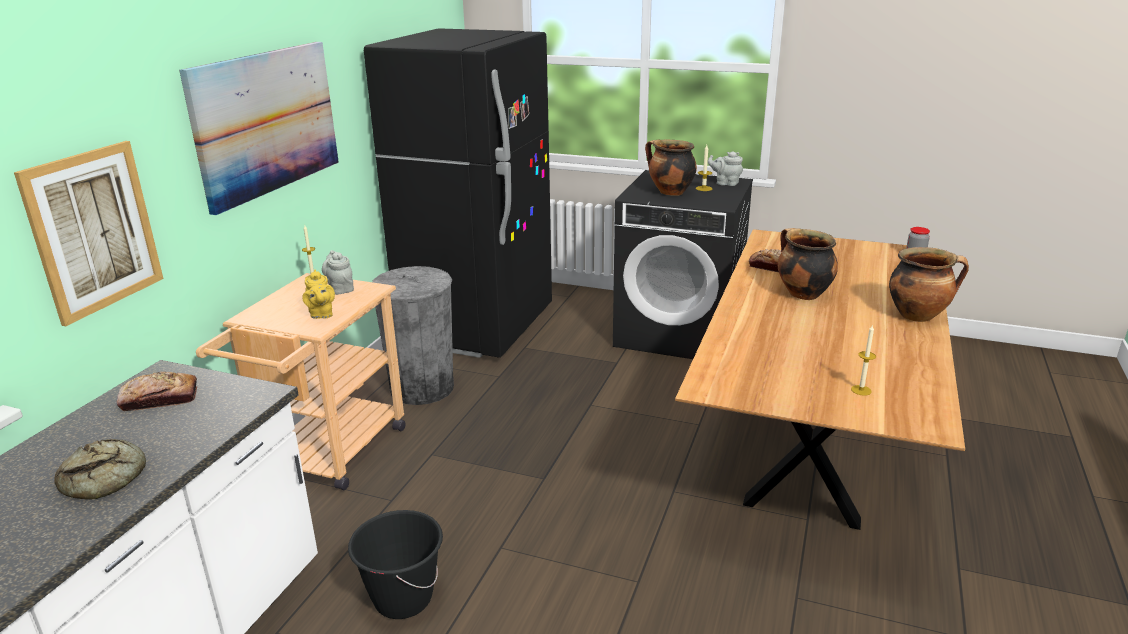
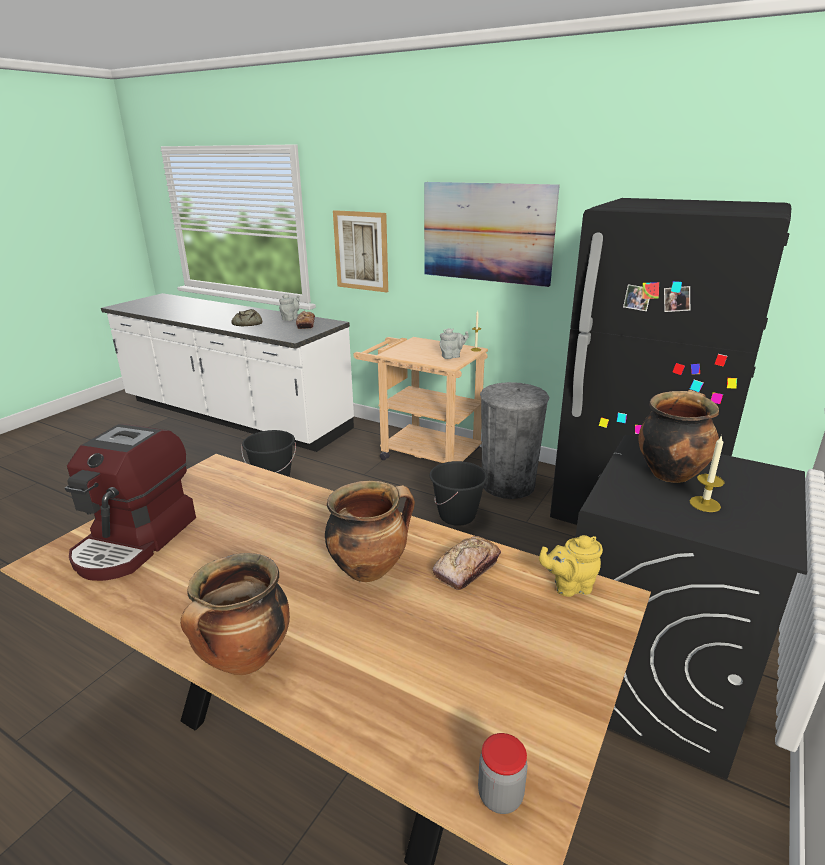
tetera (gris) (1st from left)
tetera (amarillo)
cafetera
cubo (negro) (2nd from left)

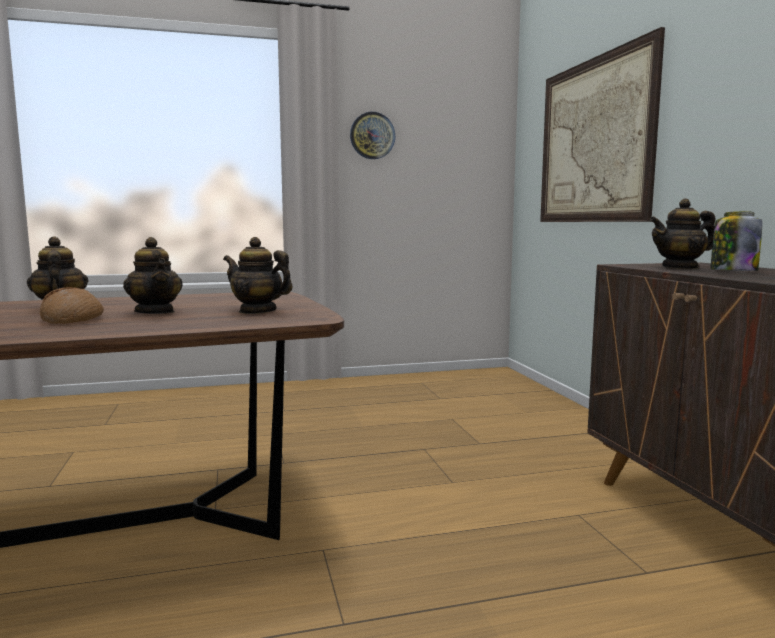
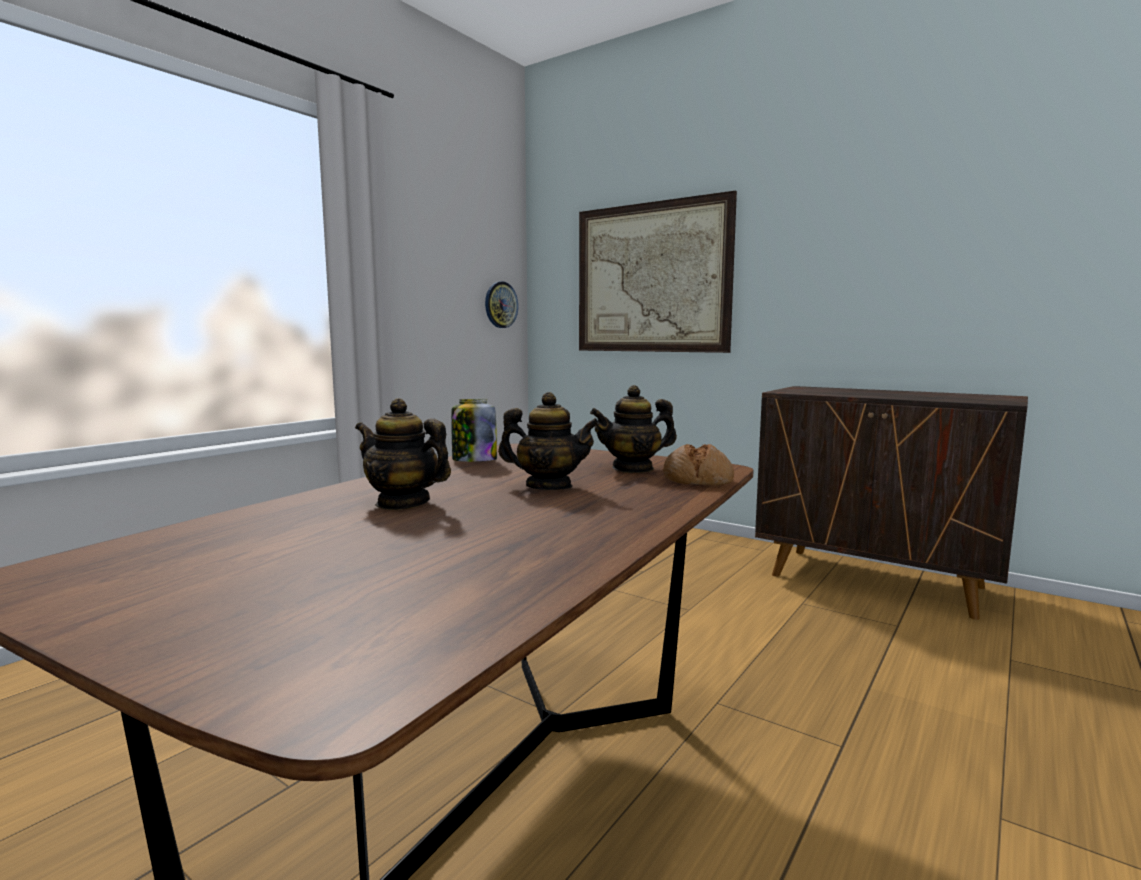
reloj de pared
tetera (4th from left in the first image)
tarro
pan

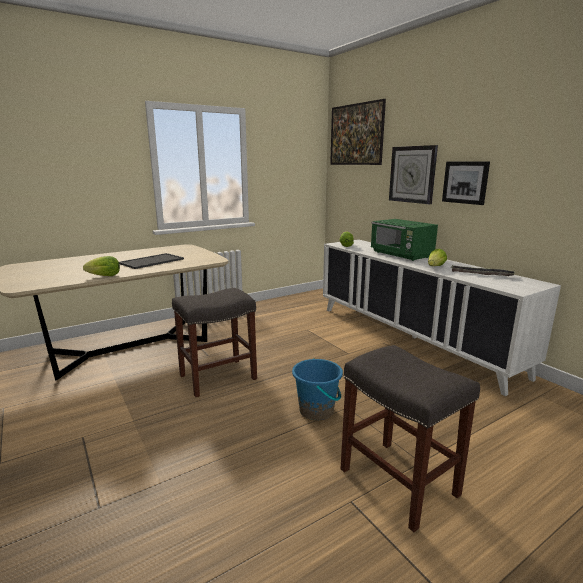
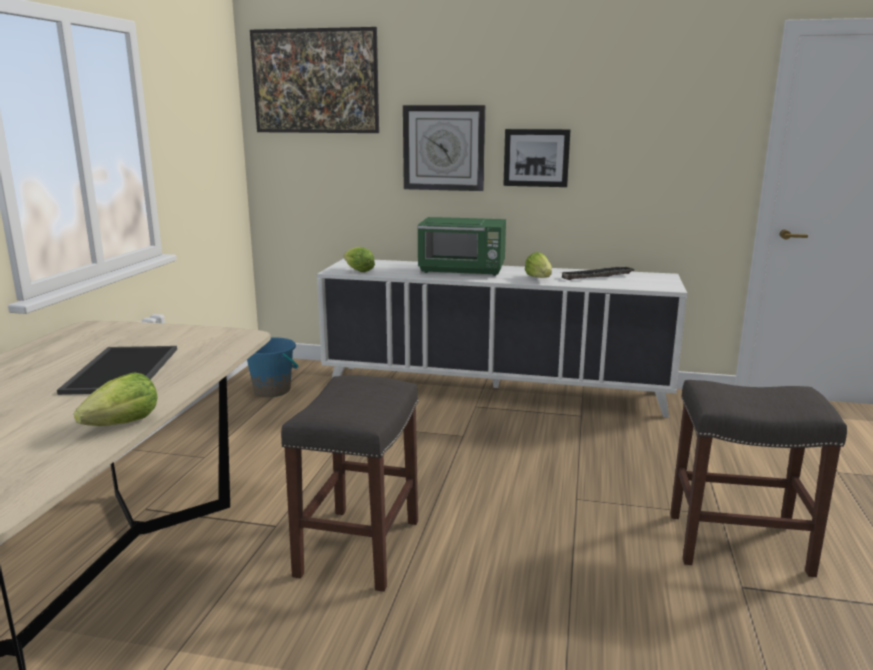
cubo (azul)

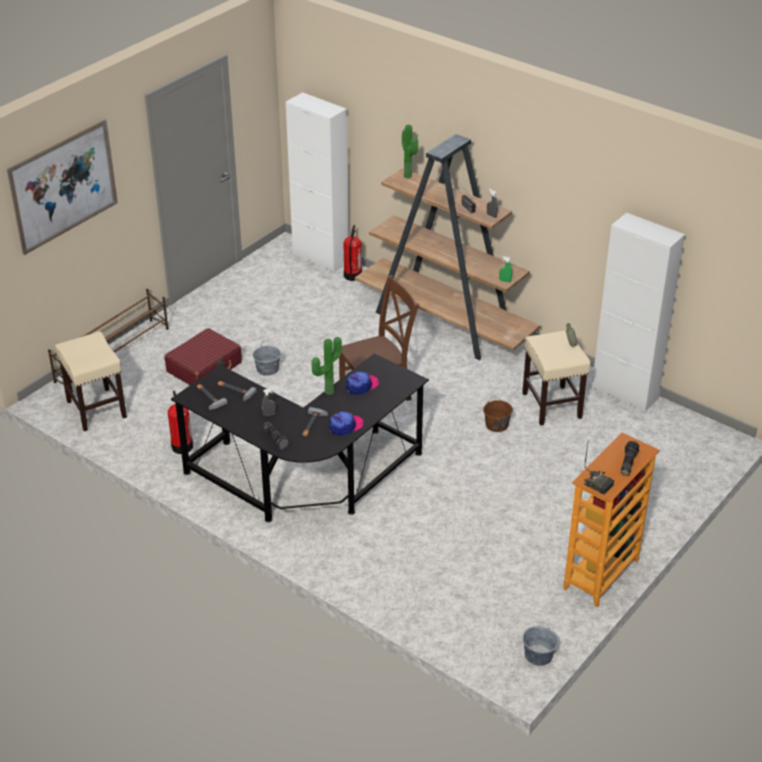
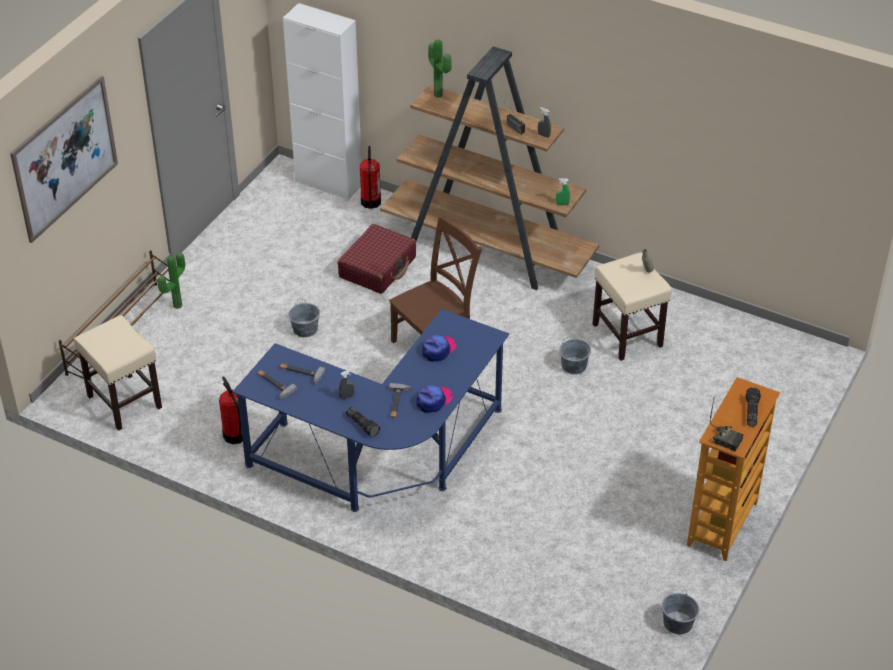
armario (blanco) (2nd from left in the first image)
maleta (rojo)
planta en maceta (1st from left)
escritorio (azul)
cubo (gris) (2nd from left)

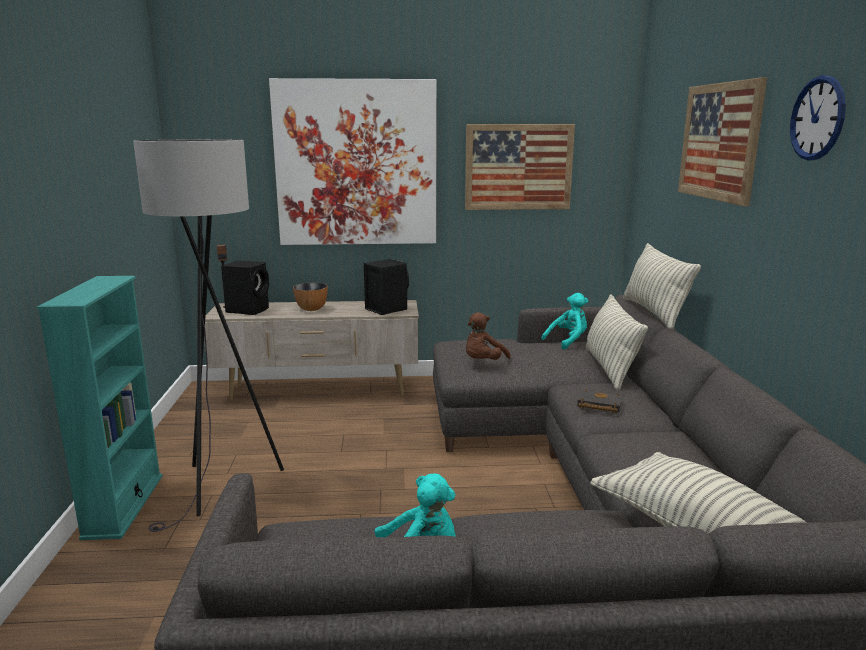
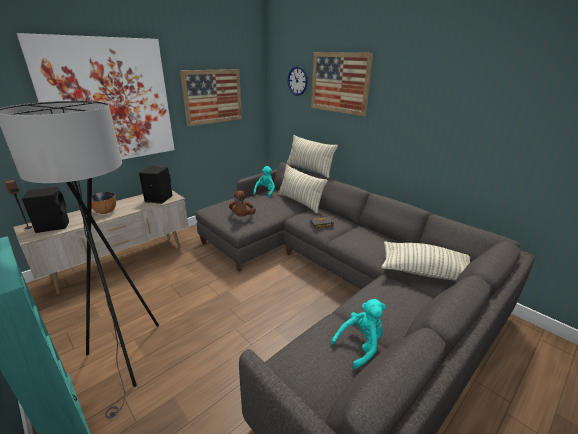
reloj de pared

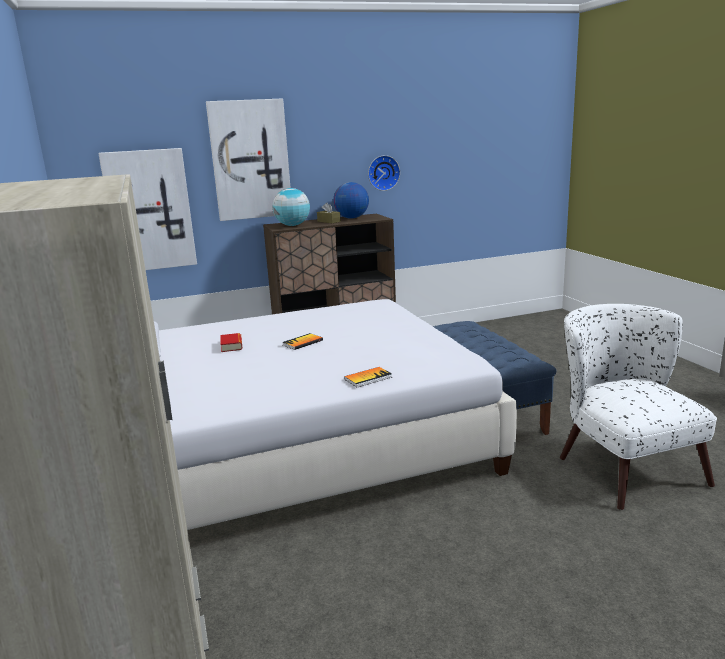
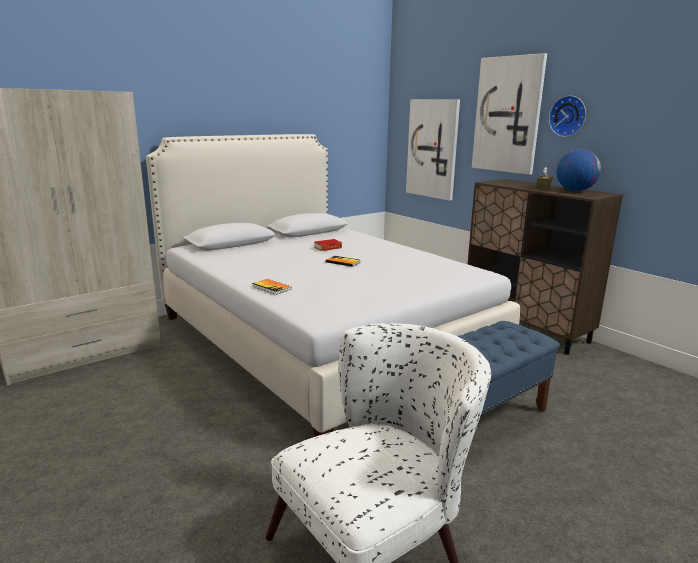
reloj de pared
globo terráqueo (1st from left in the first image)

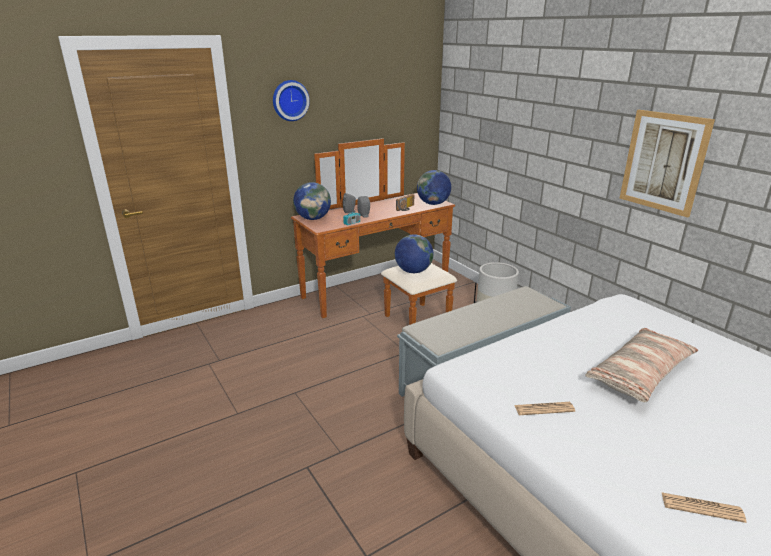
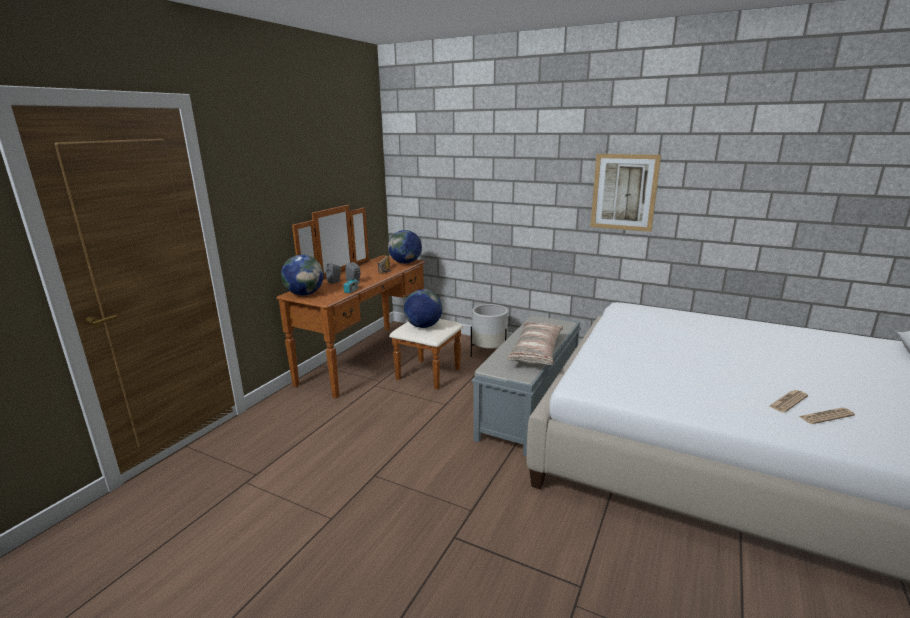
reloj de pared
cojín
periódico (1st from left)

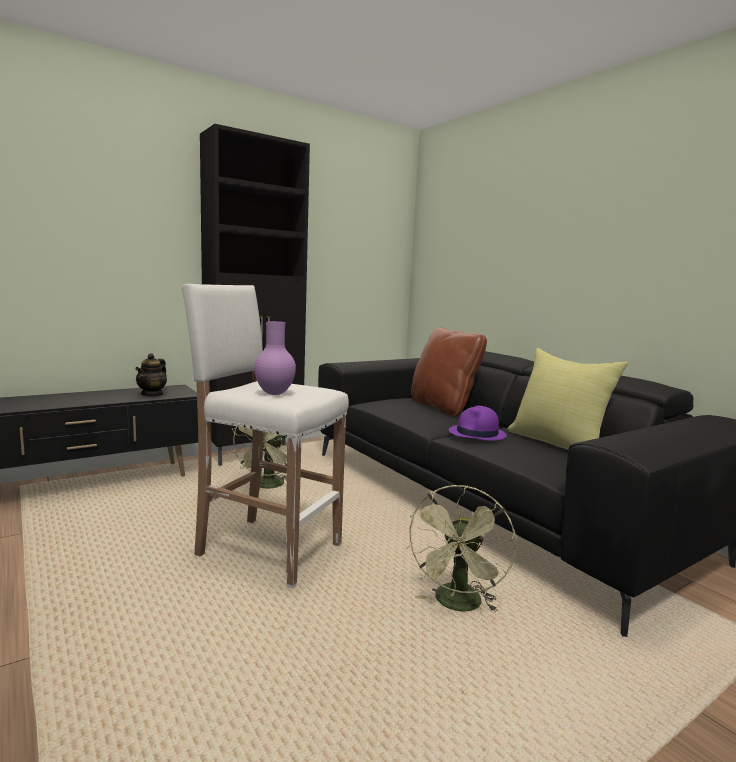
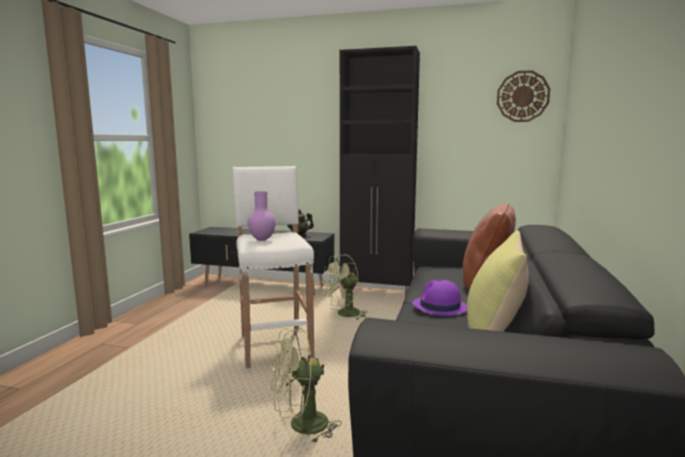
reloj de pared

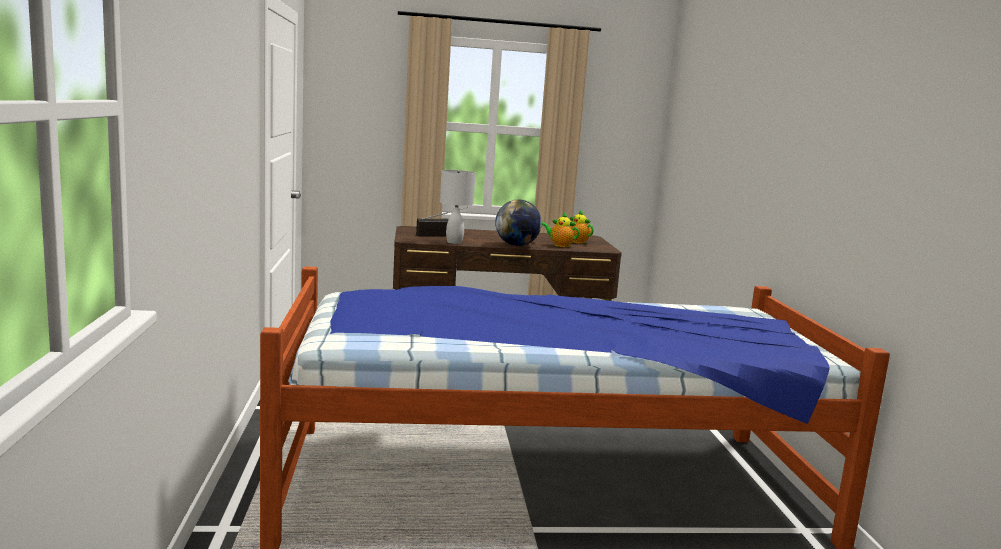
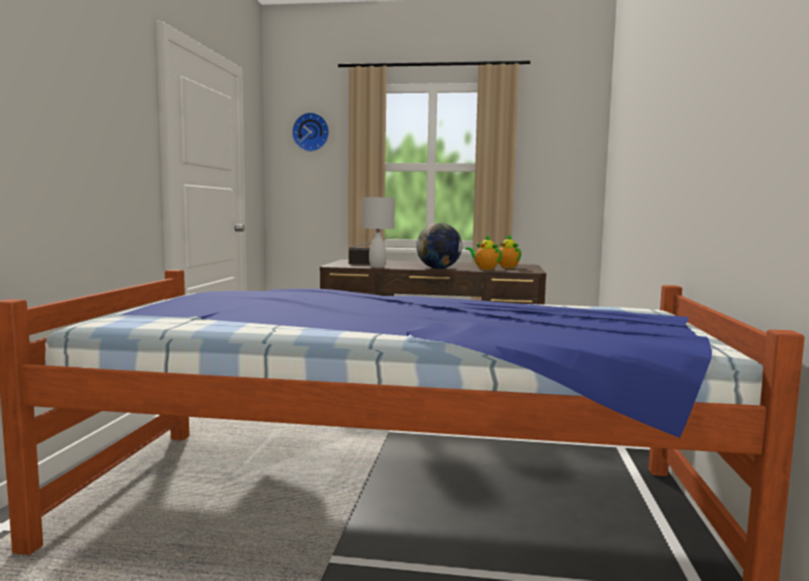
reloj de pared

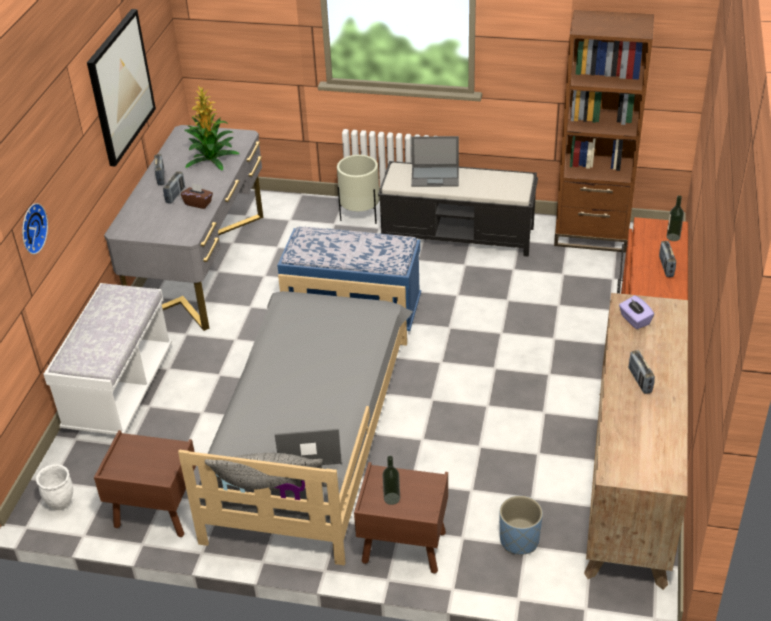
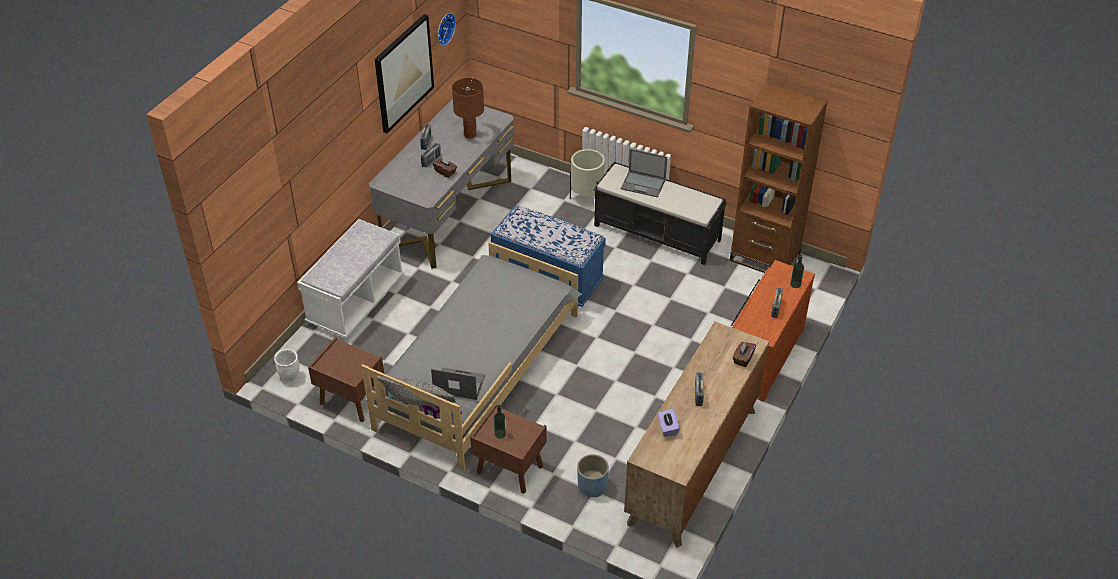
lámpara de mesa (marrón)
reloj de pared
caja de pañuelos (morado)
caja de pañuelos (marrón) (2nd from left)

